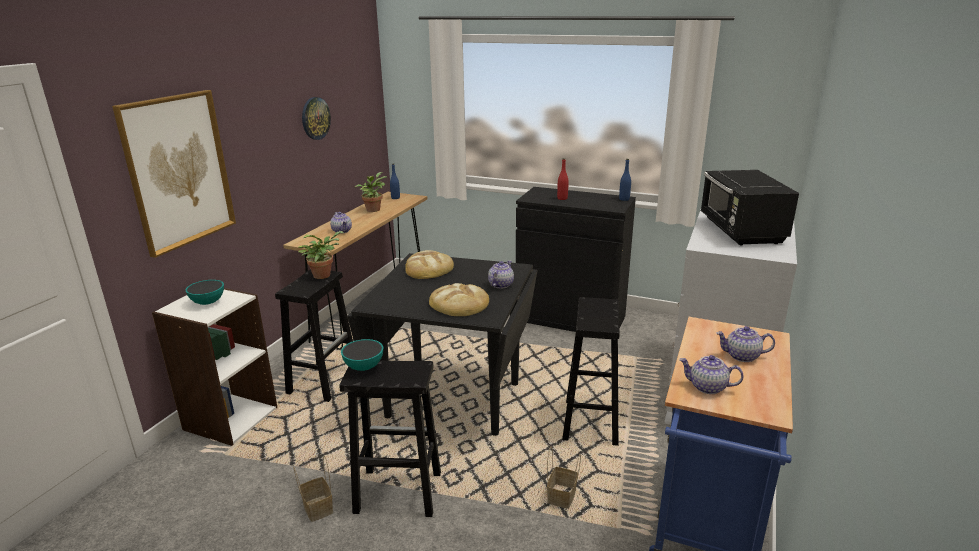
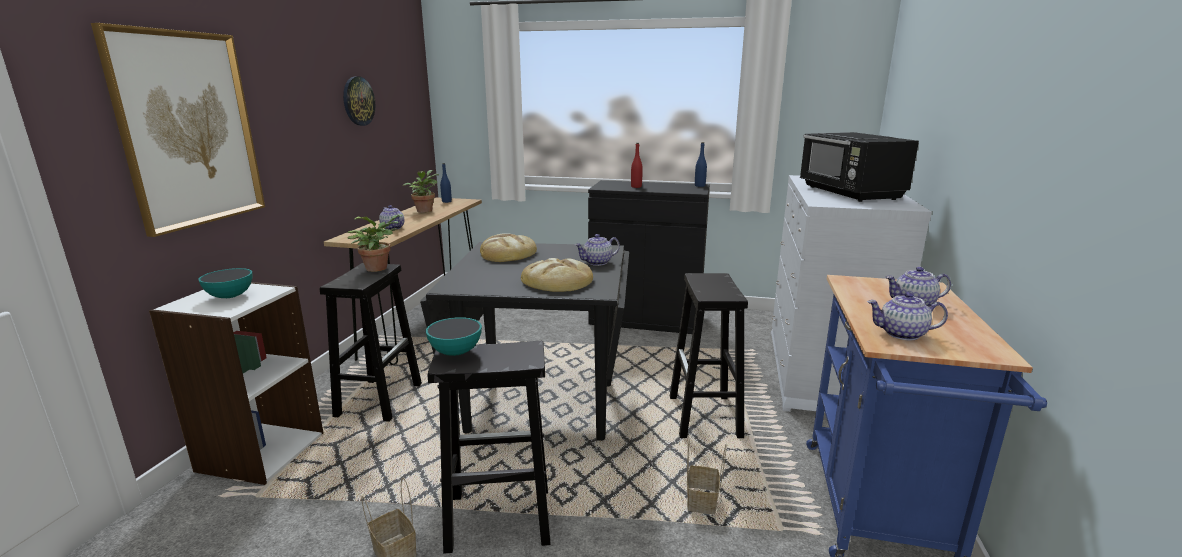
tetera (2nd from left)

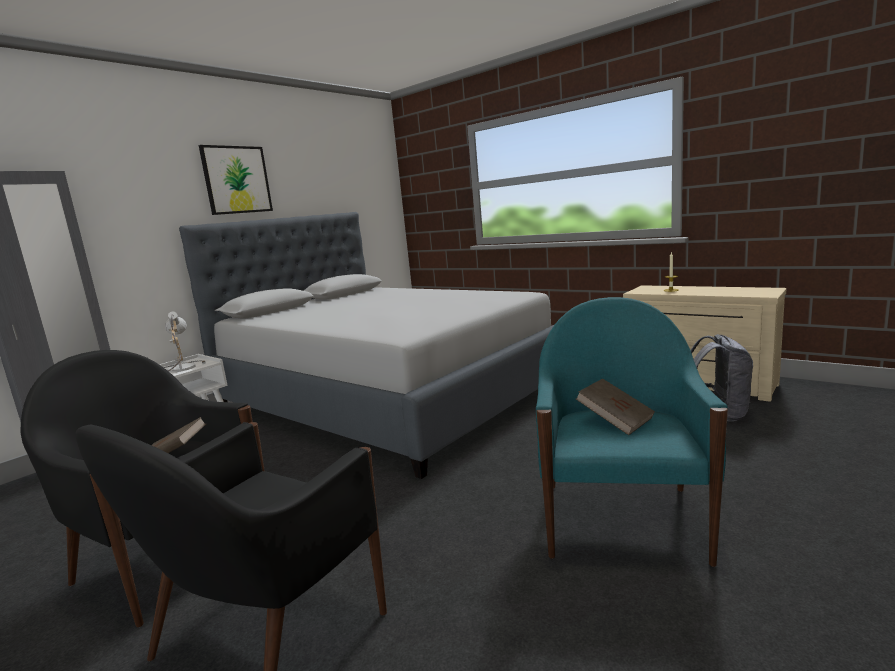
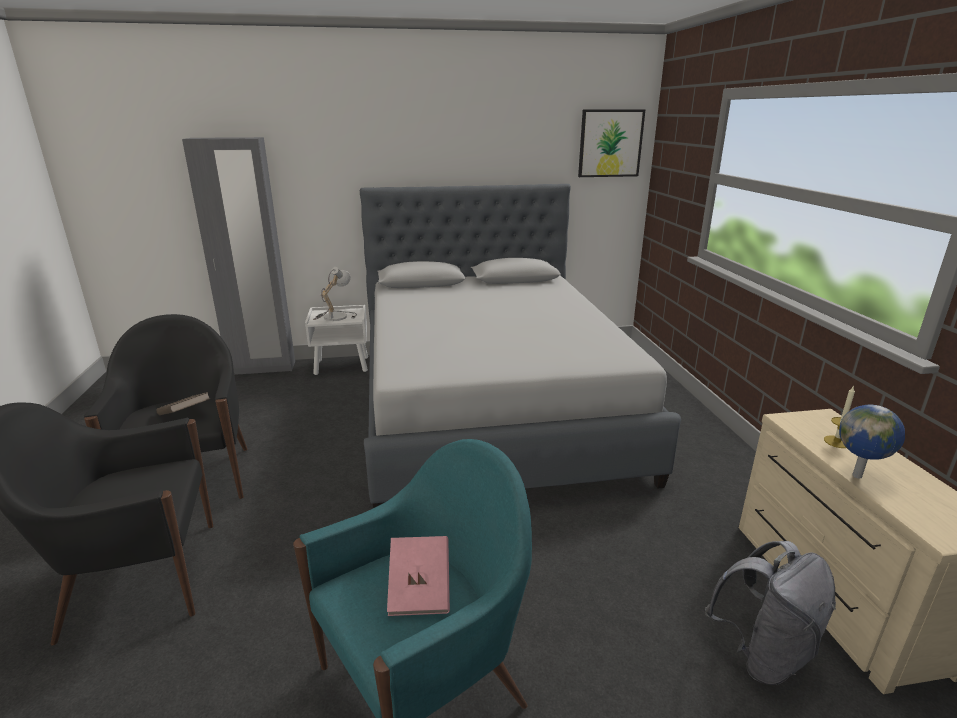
cuadro
libro (rosa)
globo terráqueo

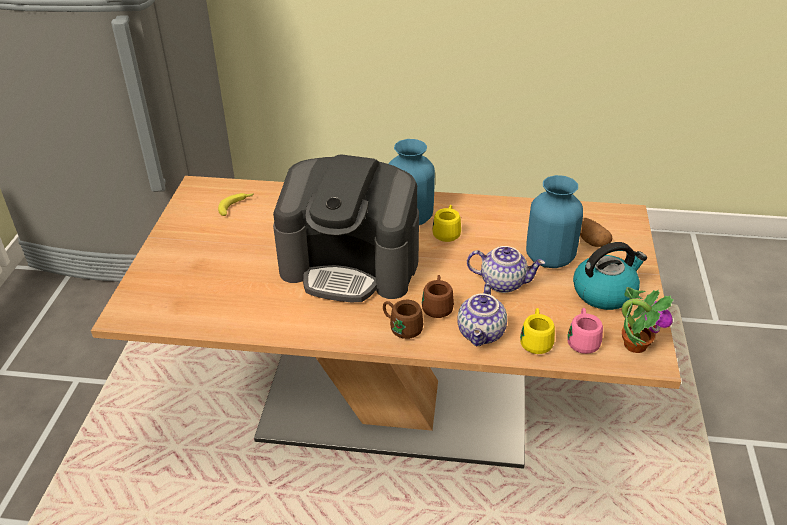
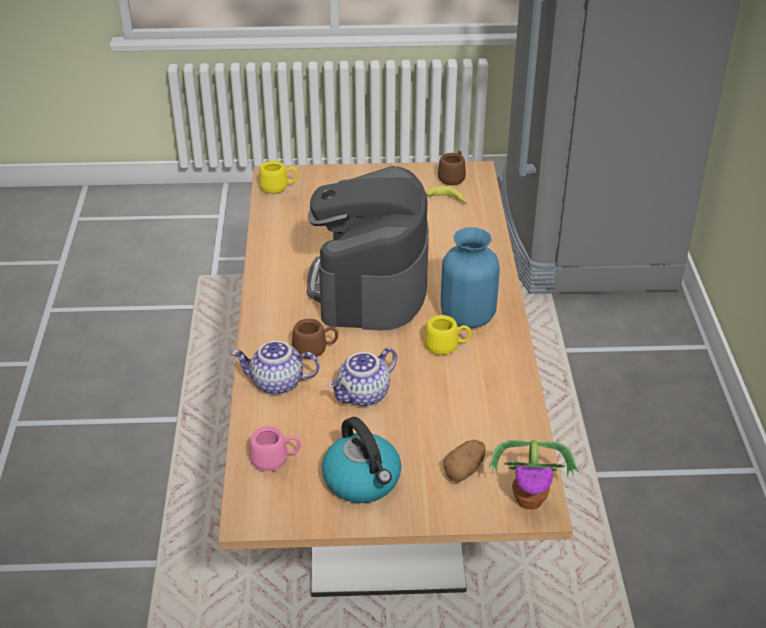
florero (azul) (2nd from left in the first image)
tetera (2nd from left)
planta en maceta
taza grande (marrón) (2nd from left)
taza grande (amarillo) (1st from left)

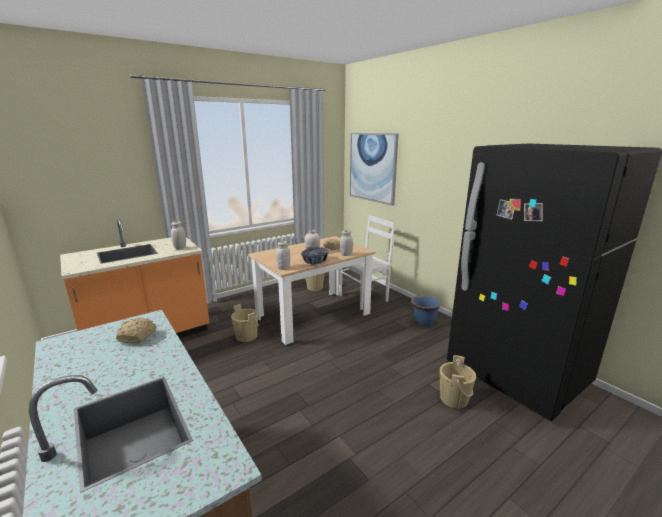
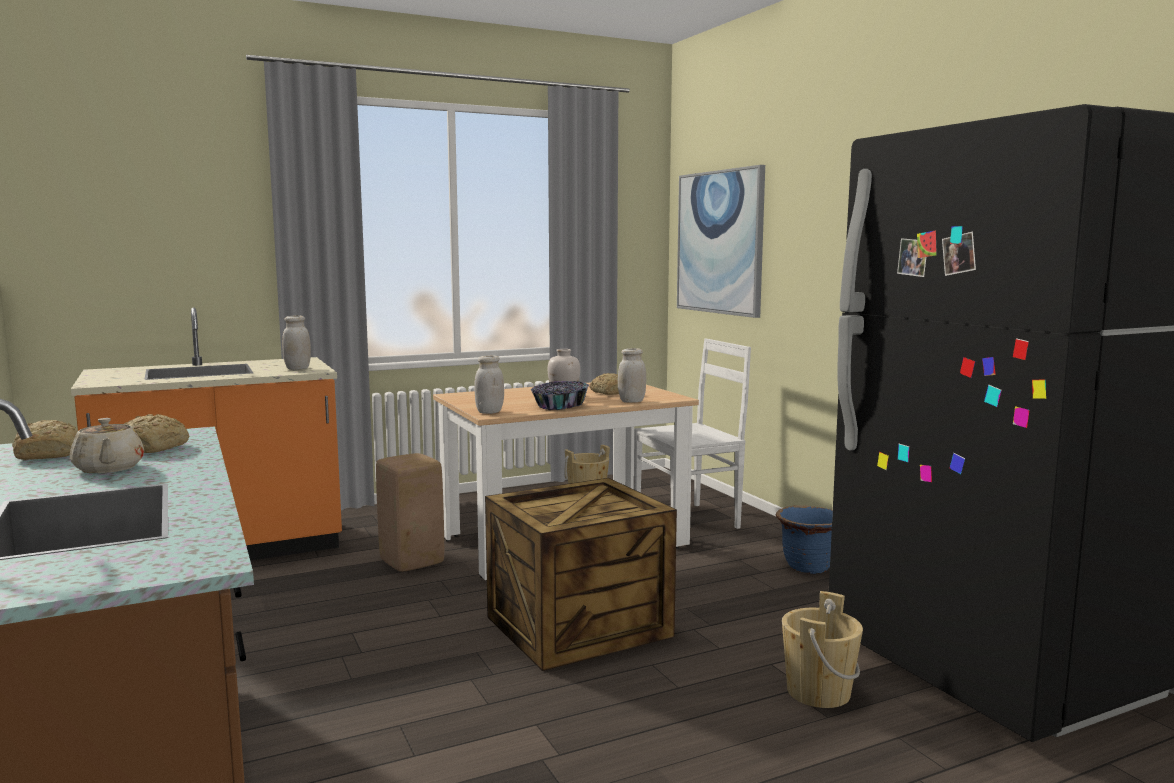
taburete (beis)
tetera (beis)
pan (1st from left)
caja de embalaje

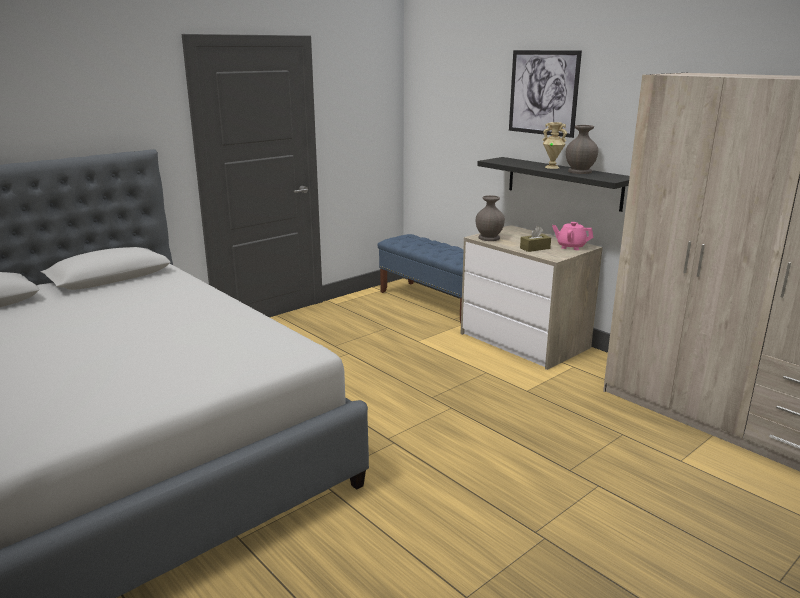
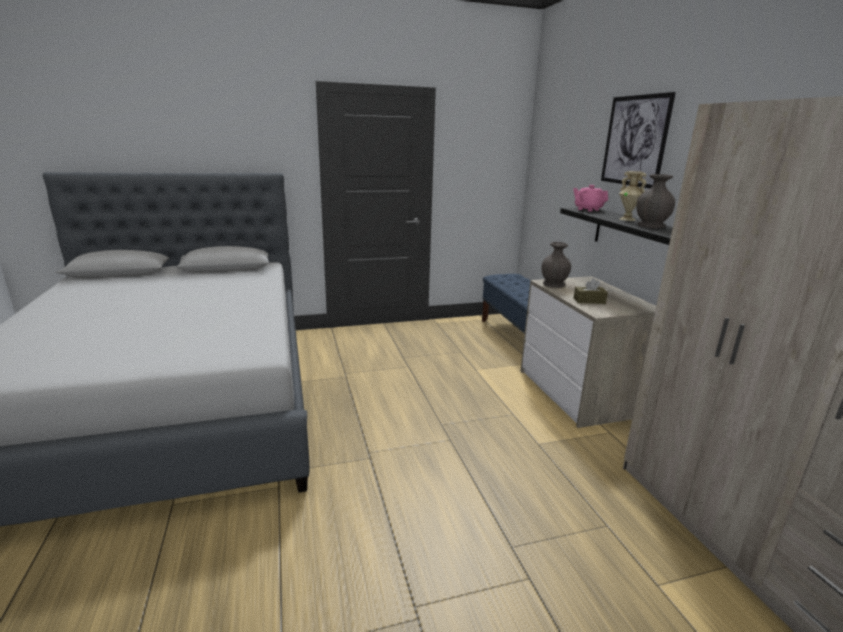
tetera (rosa)

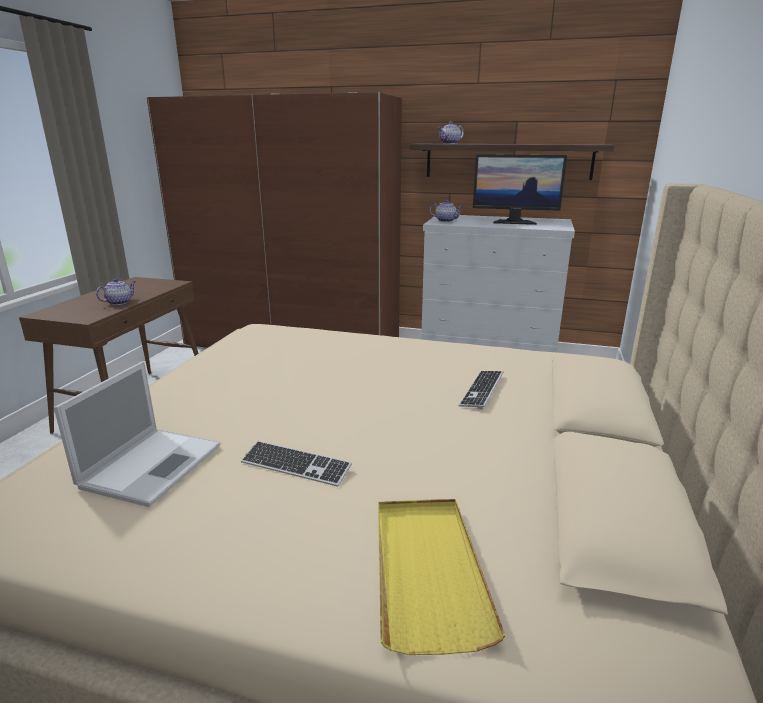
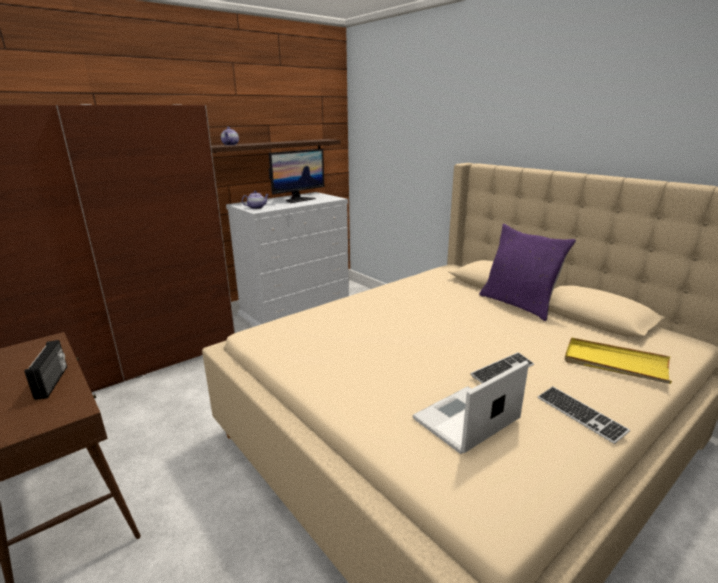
radio
portátil
teclado (2nd from left)
cojín (morado)

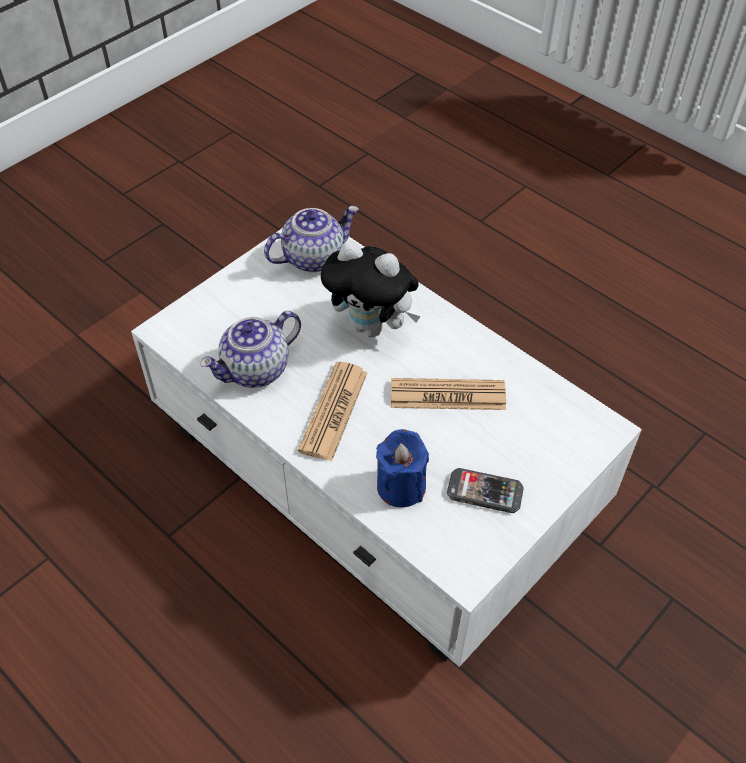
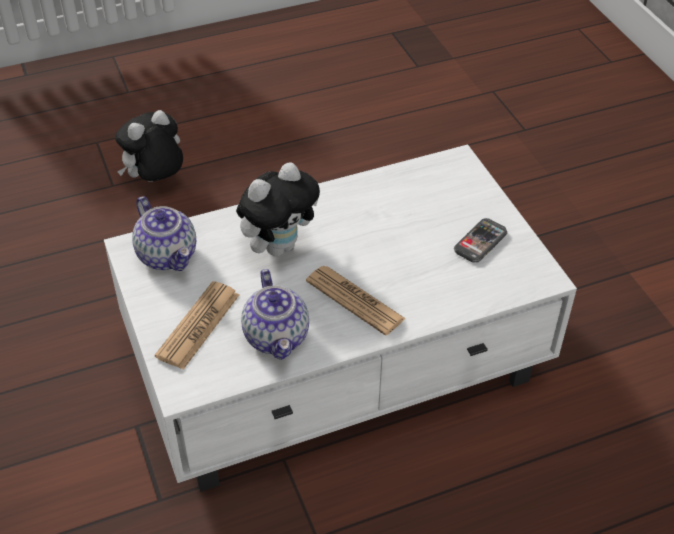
tetera (1st from left)
periódico (1st from left)
vela (azul)
peluche (1st from left)

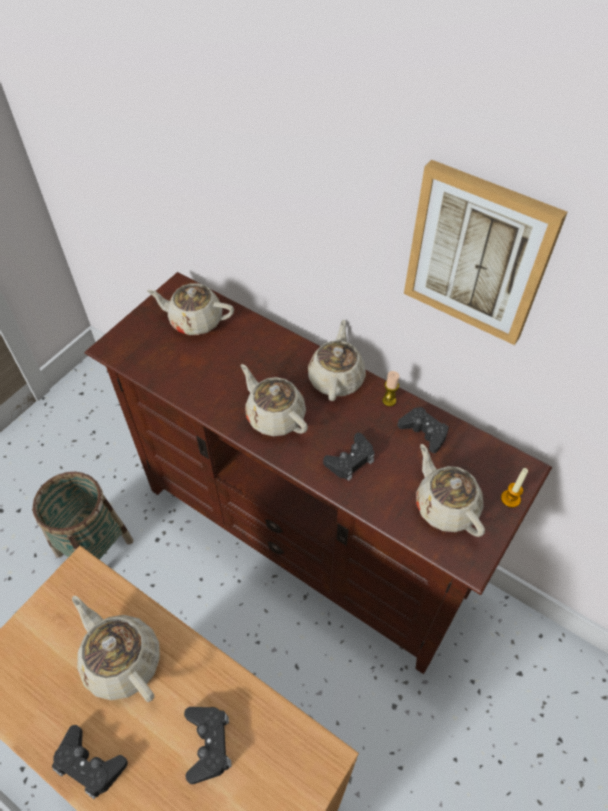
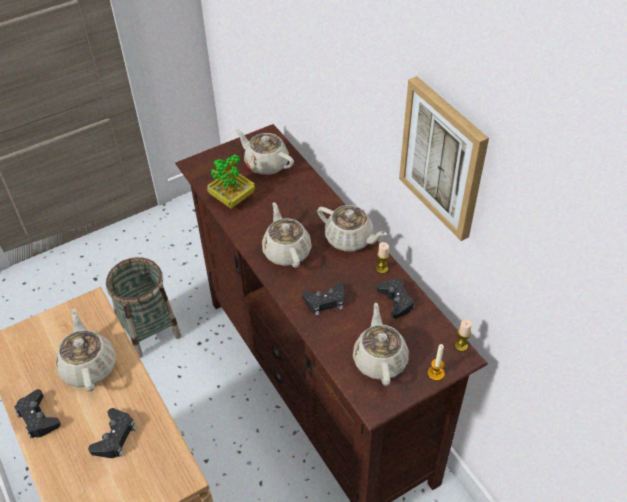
tetera (beis) (4th from left)
planta en maceta
vela (3rd from left)

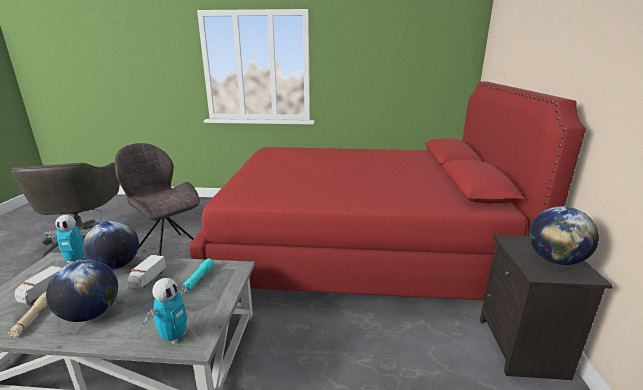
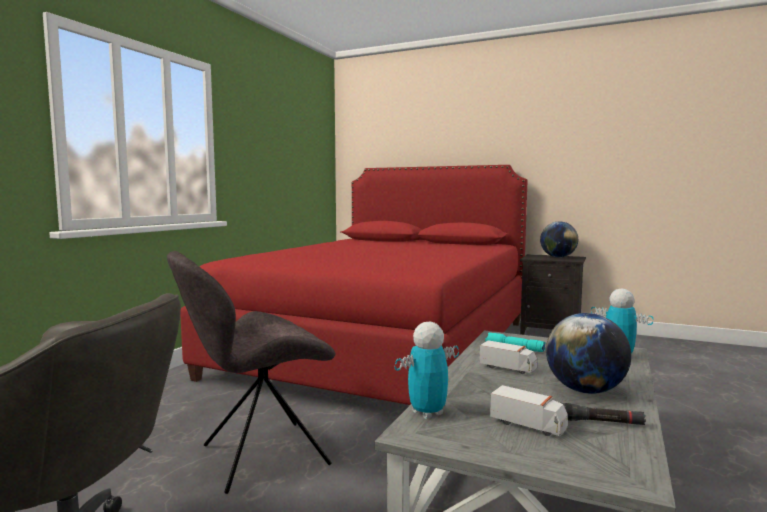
robot de juguete (1st from left)
globo terráqueo (2nd from left in the first image)
linterna (negro)

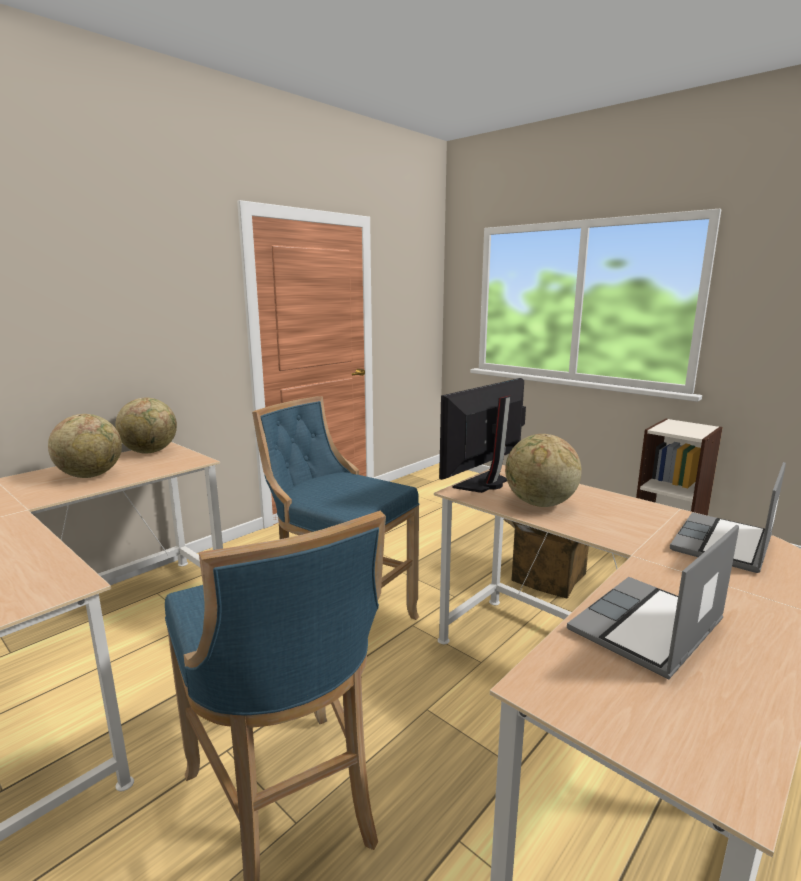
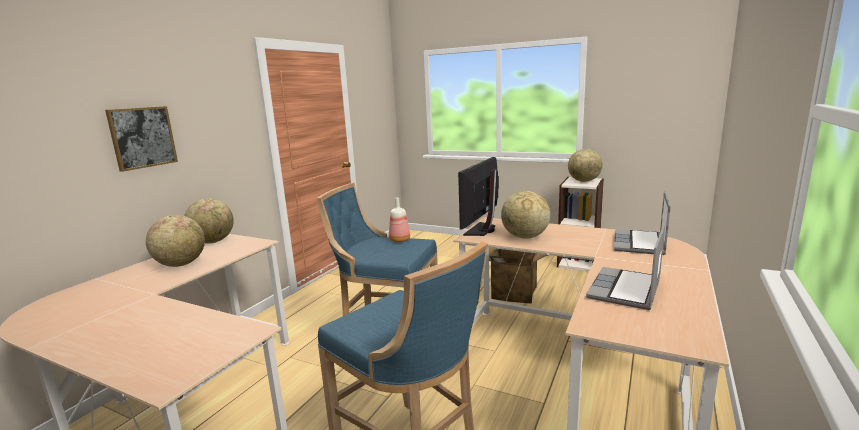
cuadro
globo terráqueo (4th from left)
botella

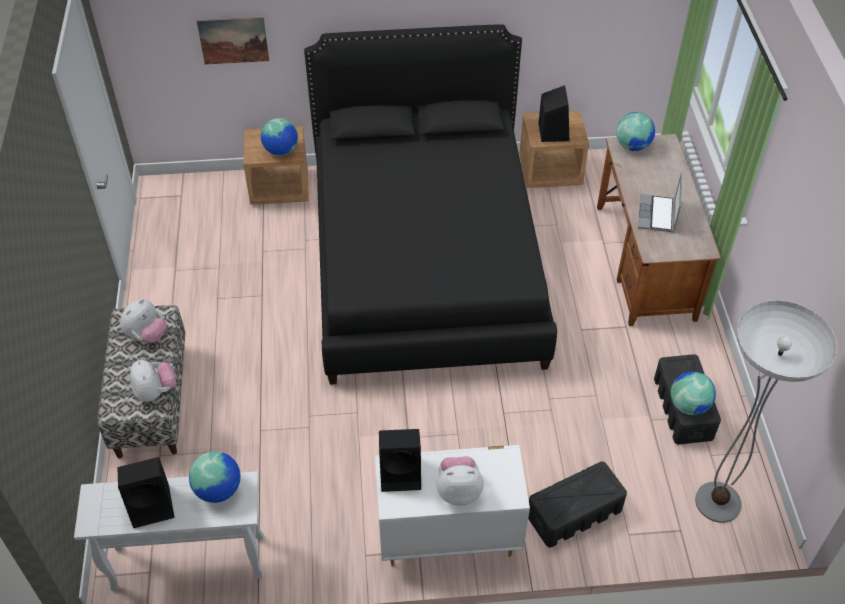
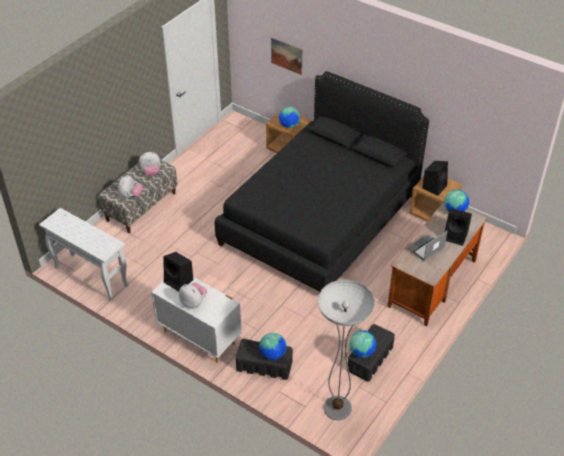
globo terráqueo (1st from left)
altavoz (negro) (3rd from left)

